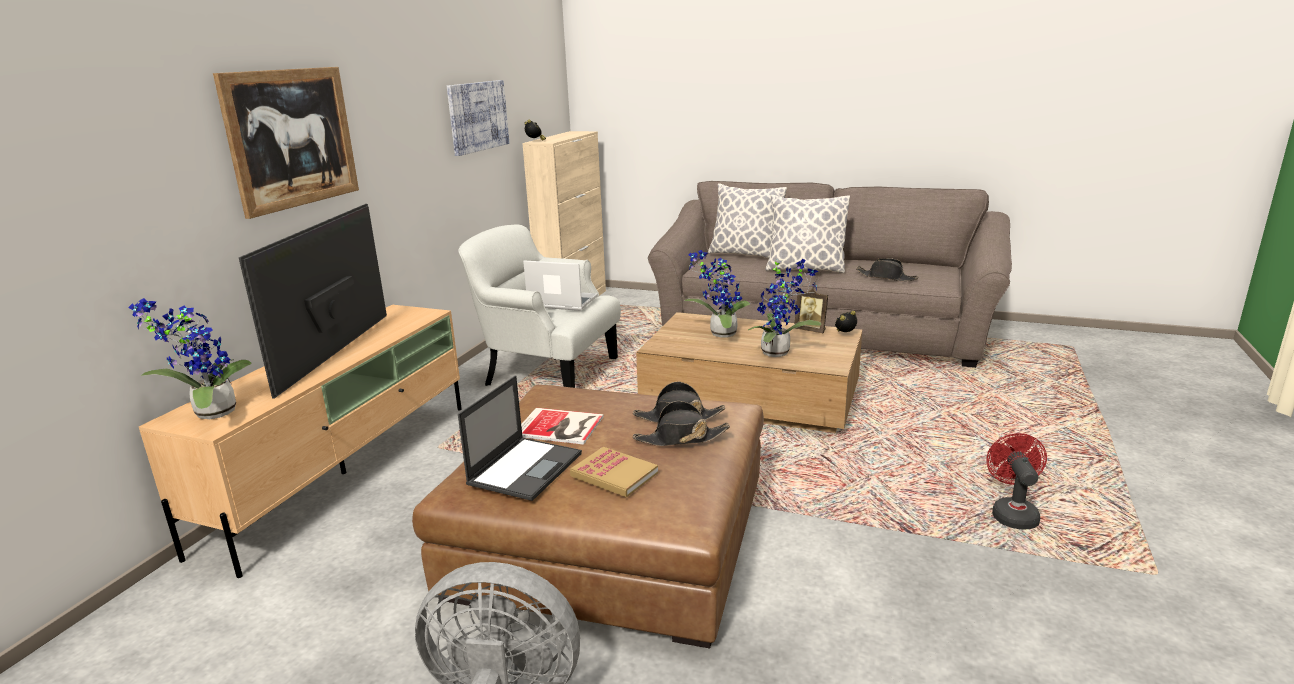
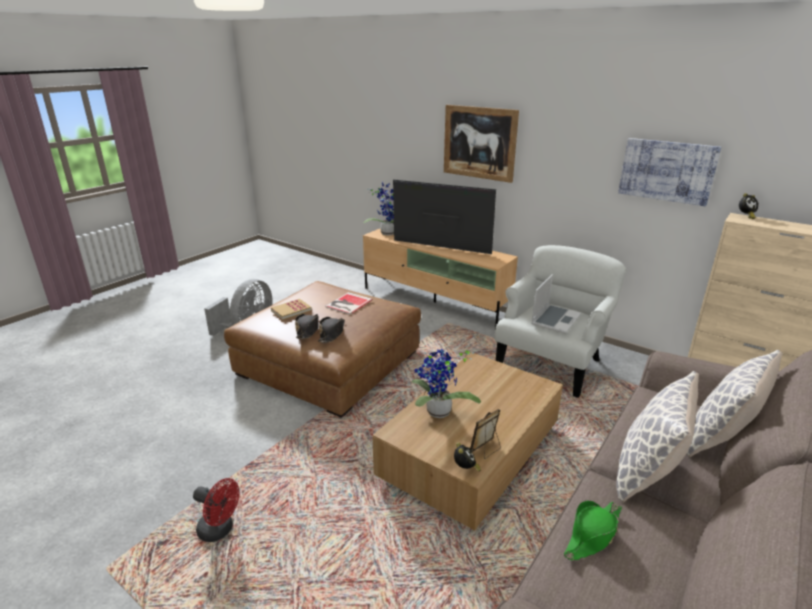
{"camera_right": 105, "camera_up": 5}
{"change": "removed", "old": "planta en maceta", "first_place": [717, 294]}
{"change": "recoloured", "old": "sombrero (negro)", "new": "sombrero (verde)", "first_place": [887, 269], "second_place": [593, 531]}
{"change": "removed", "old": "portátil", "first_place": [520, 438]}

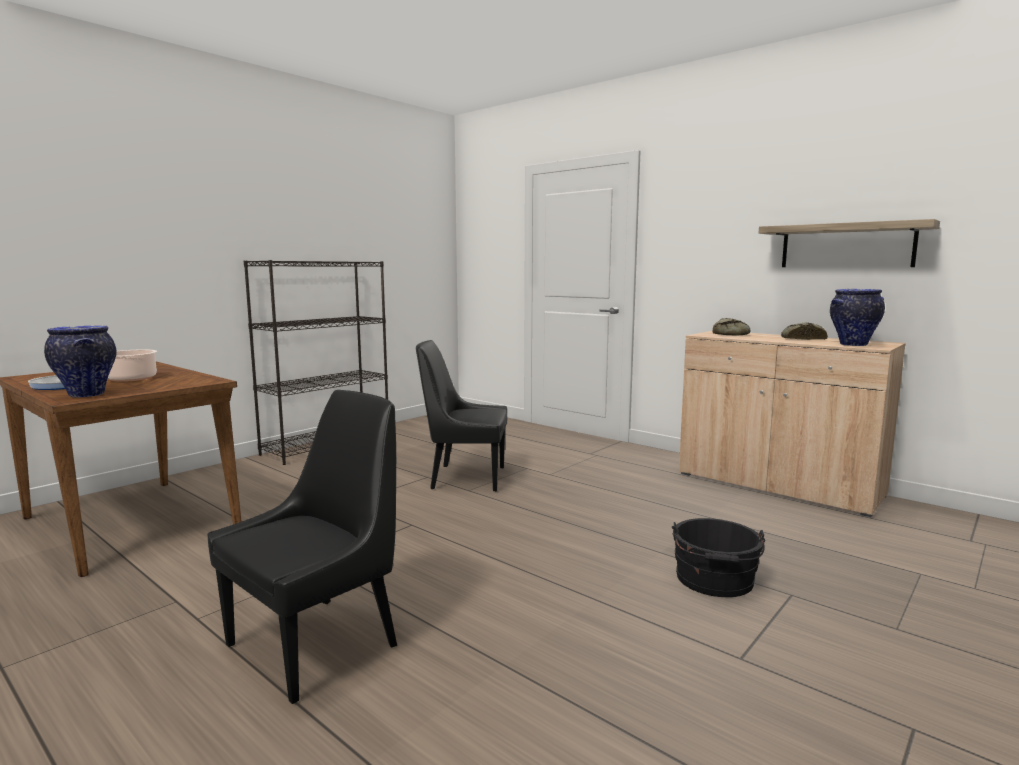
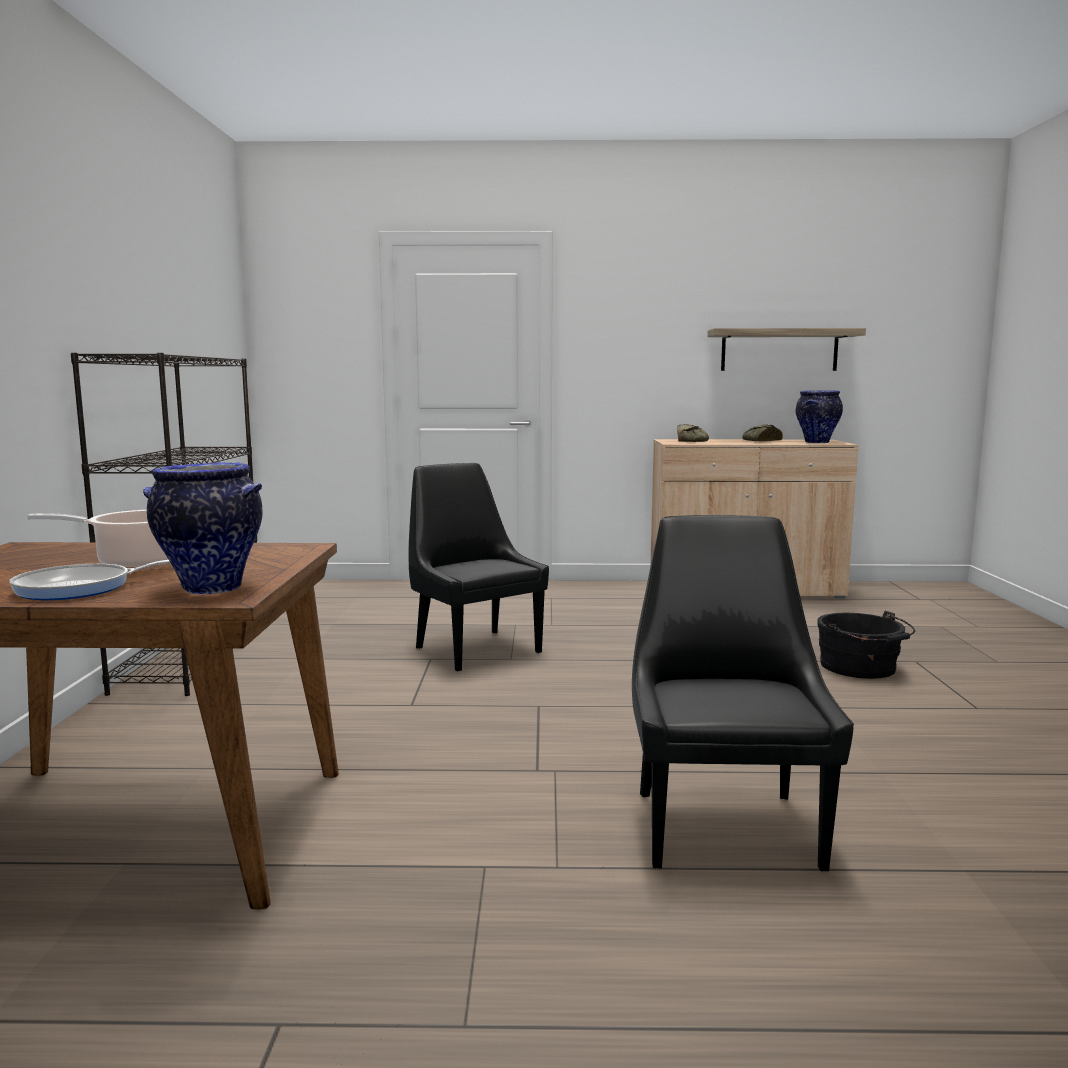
{"camera_right": -40, "camera_up": 0}
{"change": "turned", "old": "silla (negro)", "first_place": [461, 416], "second_place": [479, 567], "degrees": 90}

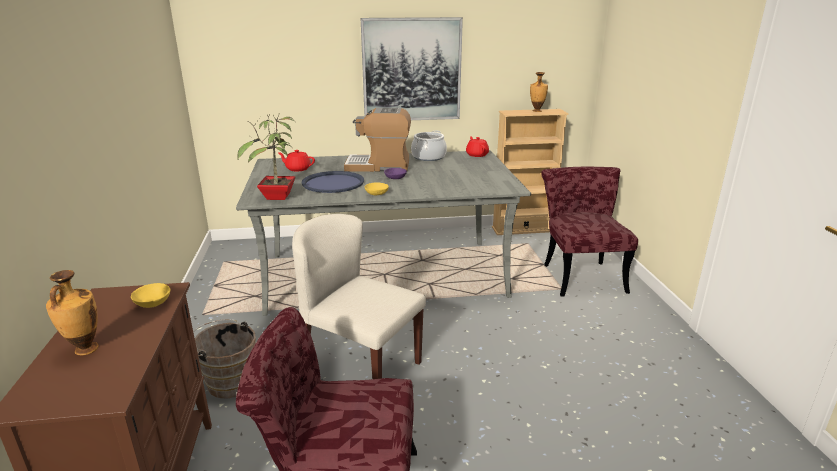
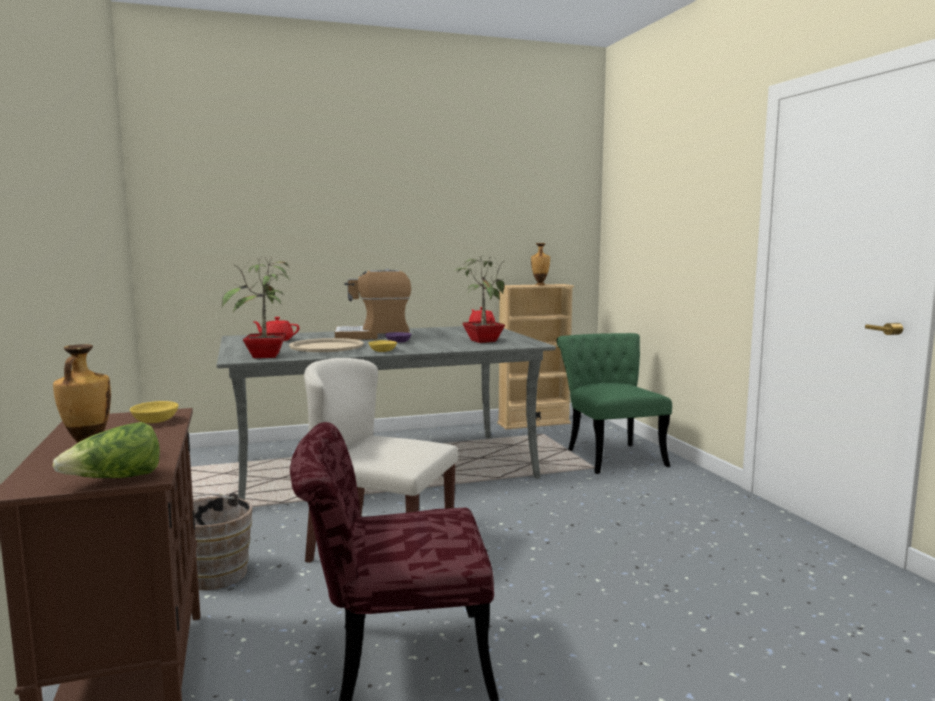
{"camera_right": -10, "camera_up": -15}
{"change": "removed", "old": "cuadro", "first_place": [412, 68]}
{"change": "removed", "old": "olla", "first_place": [429, 145]}
{"change": "recoloured", "old": "silla (rojo)", "new": "silla (verde)", "first_place": [589, 232], "second_place": [614, 403]}
{"change": "recoloured", "old": "bandeja (azul)", "new": "bandeja (beis)", "first_place": [333, 182], "second_place": [326, 345]}
{"change": "added", "new": "planta en maceta", "second_place": [480, 298]}
{"change": "added", "new": "lechuga", "second_place": [106, 450]}

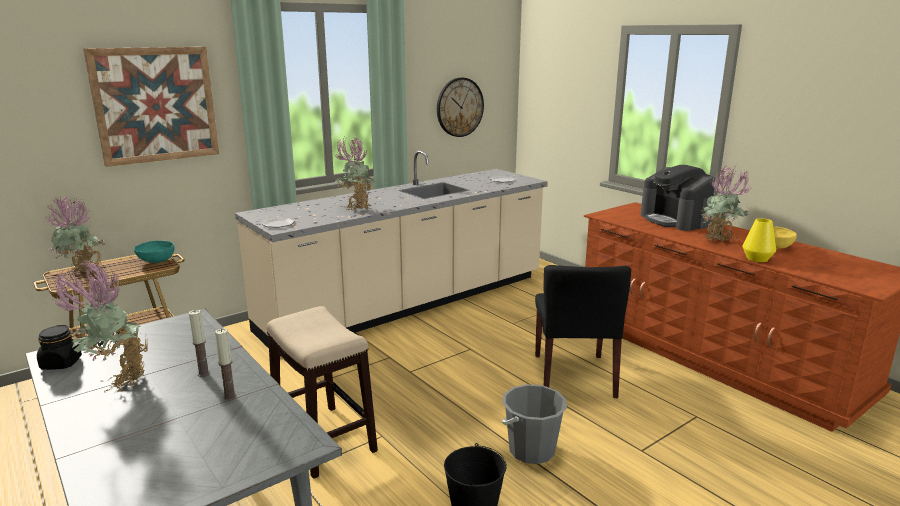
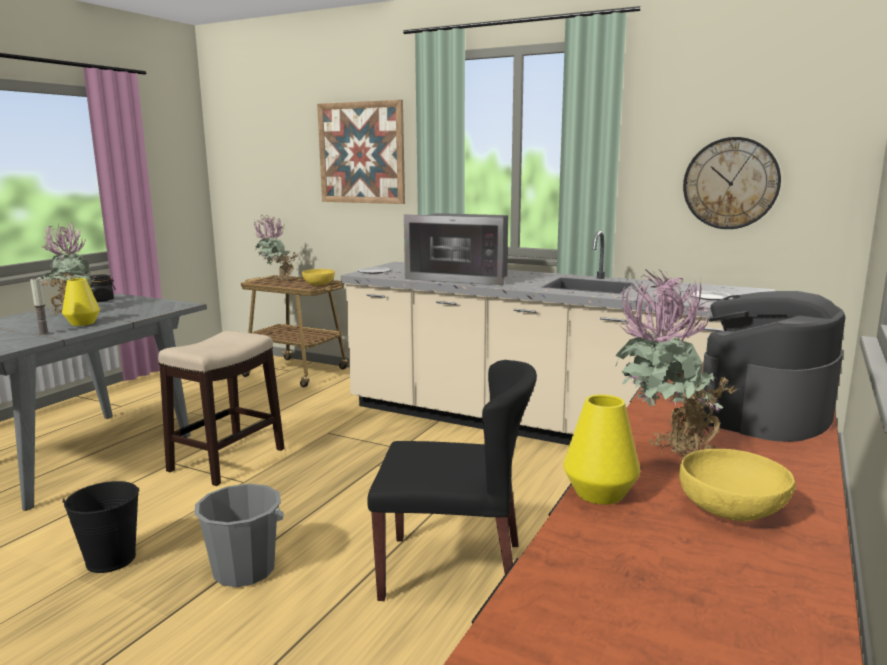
{"camera_right": 65, "camera_up": -5}
{"change": "replaced", "old": "planta en maceta", "new": "microondas", "first_place": [355, 173], "second_place": [456, 249]}
{"change": "recoloured", "old": "cuenco (turquesa)", "new": "cuenco (amarillo)", "first_place": [154, 252], "second_place": [318, 277]}
{"change": "turned", "old": "silla (negro)", "first_place": [583, 331], "second_place": [452, 480], "degrees": -150}
{"change": "replaced", "old": "vela", "new": "florero (amarillo)", "first_place": [199, 343], "second_place": [81, 302]}

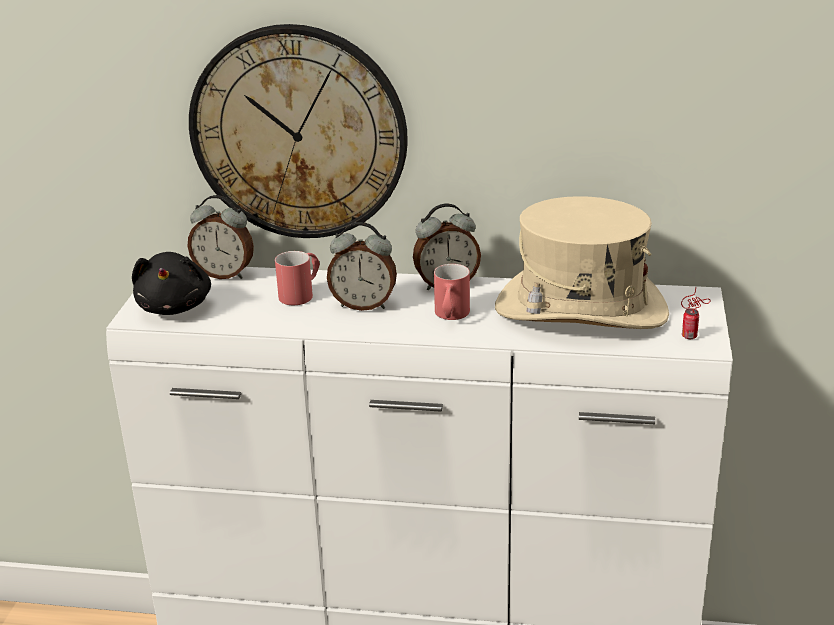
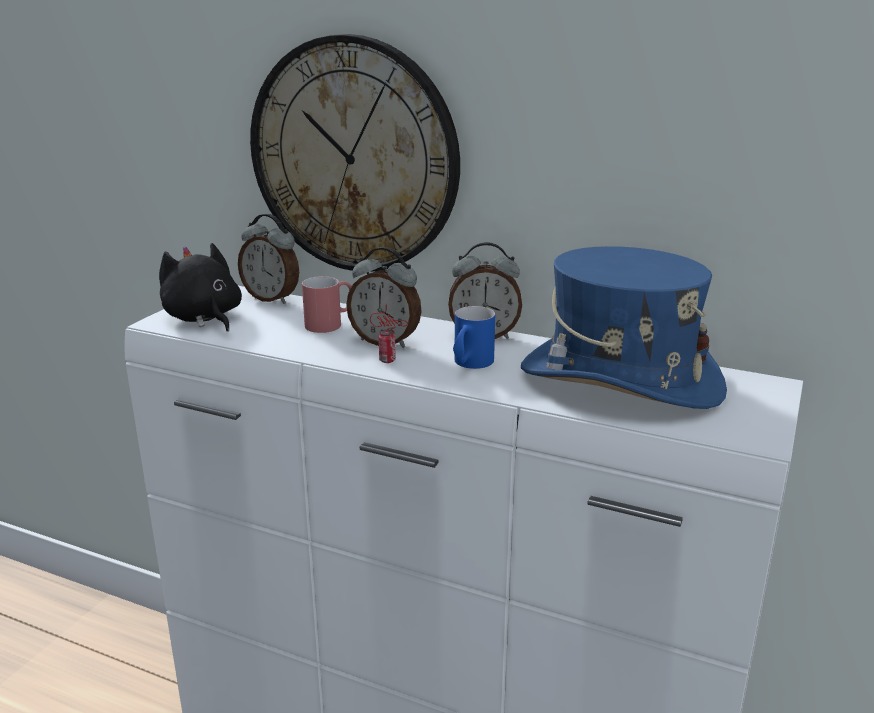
{"camera_right": 15, "camera_up": -5}
{"change": "recoloured", "old": "sombrero (beis)", "new": "sombrero (azul)", "first_place": [582, 262], "second_place": [624, 327]}
{"change": "turned", "old": "peluche (negro)", "first_place": [171, 283], "second_place": [200, 287], "degrees": 135}
{"change": "recoloured", "old": "taza grande (rojo)", "new": "taza grande (azul)", "first_place": [452, 292], "second_place": [474, 337]}
{"change": "moved", "old": "lata", "first_place": [695, 313], "second_place": [389, 333]}

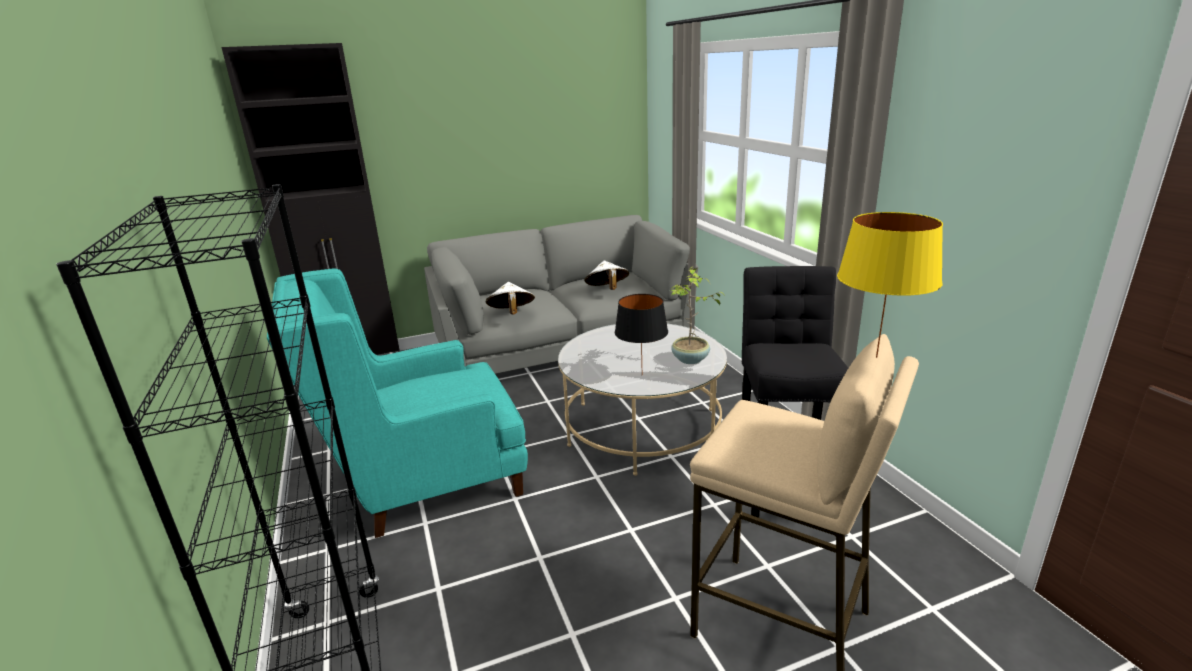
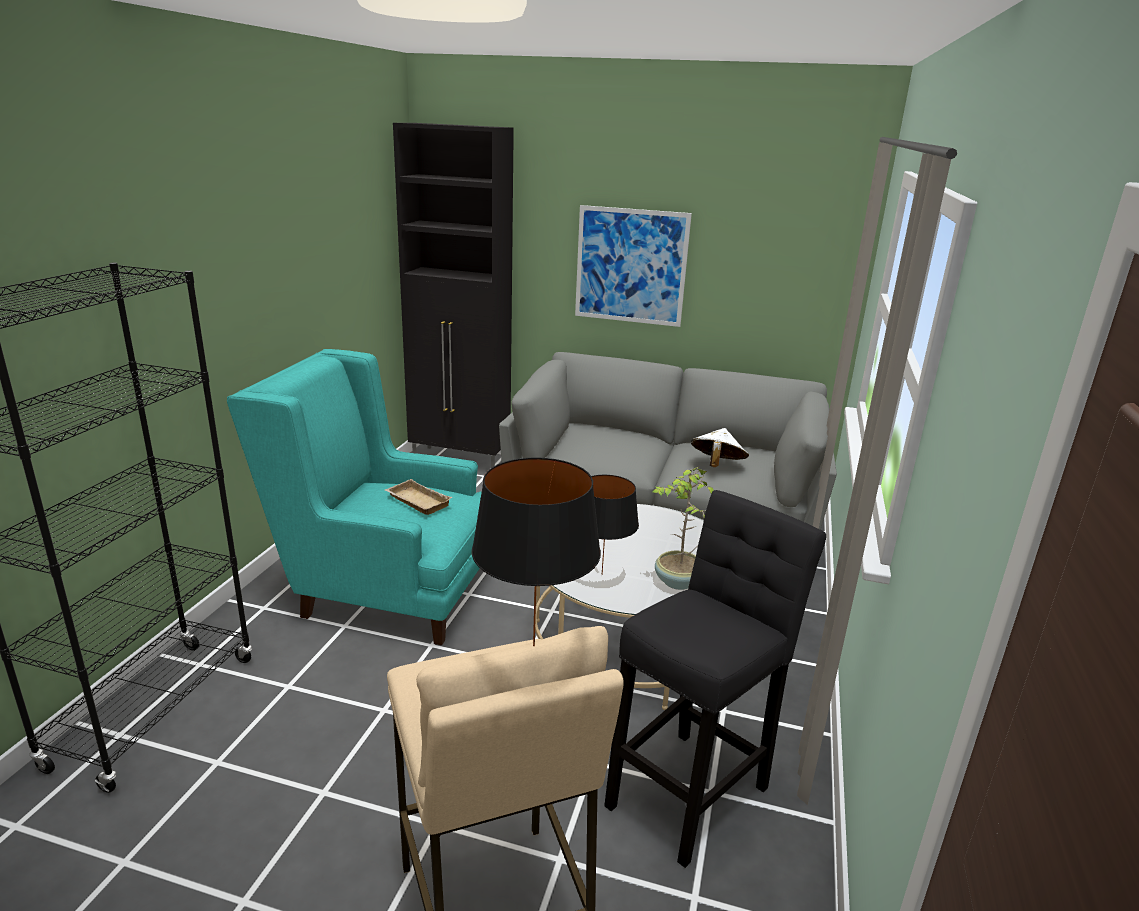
{"camera_right": 35, "camera_up": 0}
{"change": "recoloured", "old": "lámpara de mesa (amarillo)", "new": "lámpara de mesa (negro)", "first_place": [890, 285], "second_place": [536, 551]}
{"change": "removed", "old": "sombrero (blanco)", "first_place": [510, 298]}
{"change": "added", "new": "cuadro", "second_place": [633, 266]}
{"change": "added", "new": "bandeja (beis)", "second_place": [419, 497]}

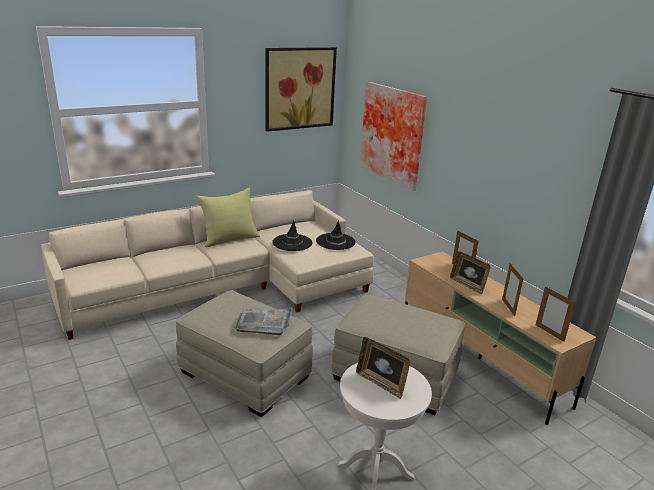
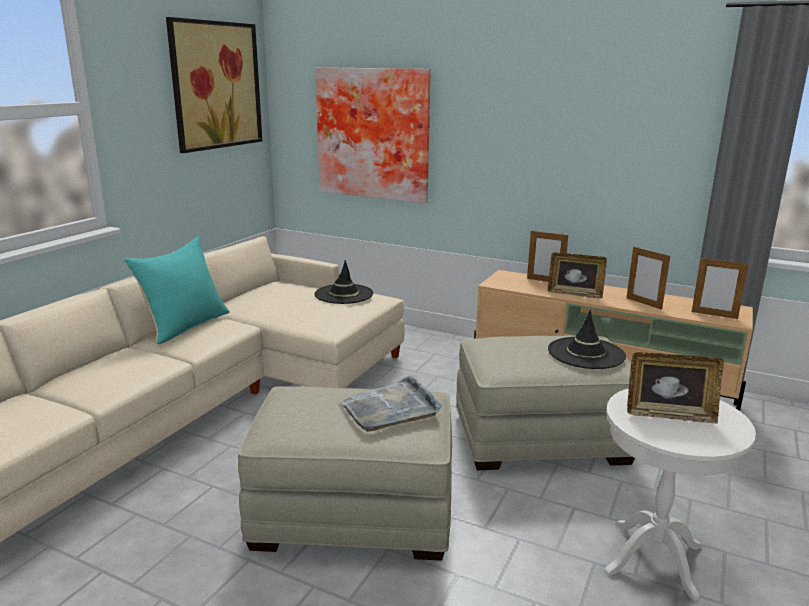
{"camera_right": -30, "camera_up": -5}
{"change": "recoloured", "old": "cojín (amarillo)", "new": "cojín (turquesa)", "first_place": [228, 217], "second_place": [177, 290]}
{"change": "moved", "old": "sombrero (negro)", "first_place": [292, 235], "second_place": [587, 339]}

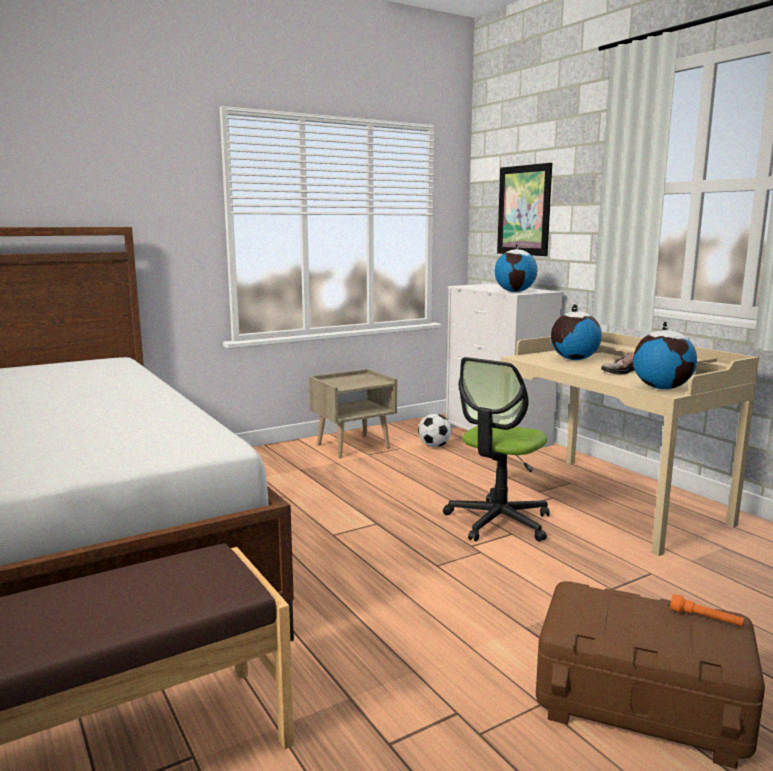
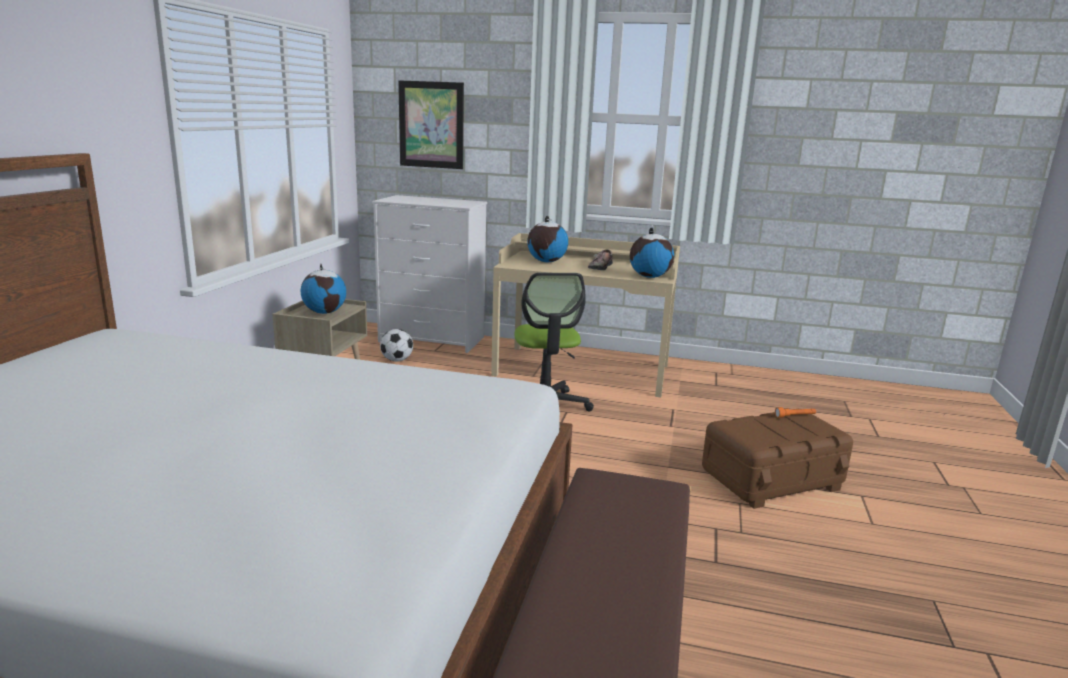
{"camera_right": -45, "camera_up": 5}
{"change": "moved", "old": "globo terráqueo", "first_place": [516, 267], "second_place": [323, 289]}

